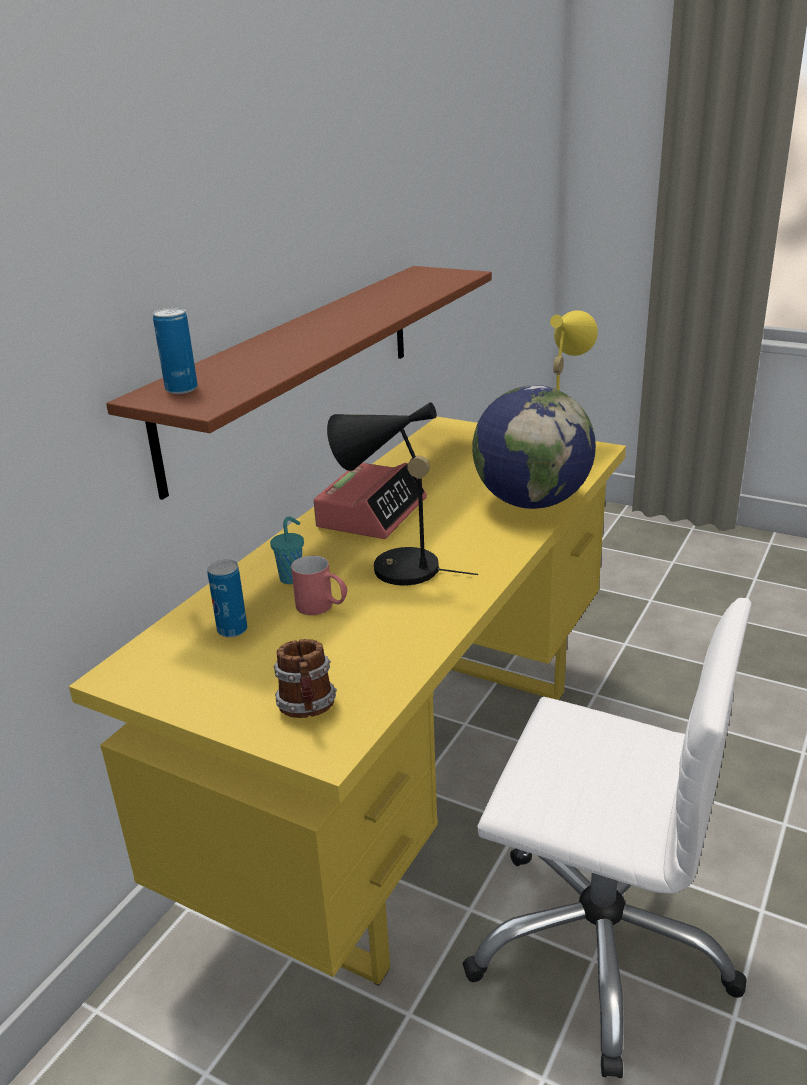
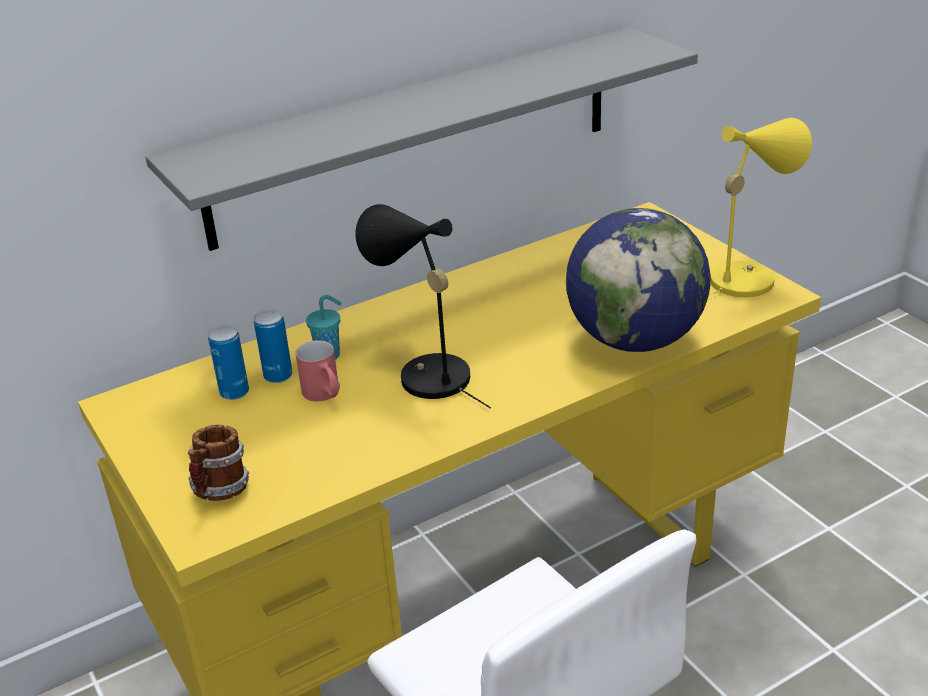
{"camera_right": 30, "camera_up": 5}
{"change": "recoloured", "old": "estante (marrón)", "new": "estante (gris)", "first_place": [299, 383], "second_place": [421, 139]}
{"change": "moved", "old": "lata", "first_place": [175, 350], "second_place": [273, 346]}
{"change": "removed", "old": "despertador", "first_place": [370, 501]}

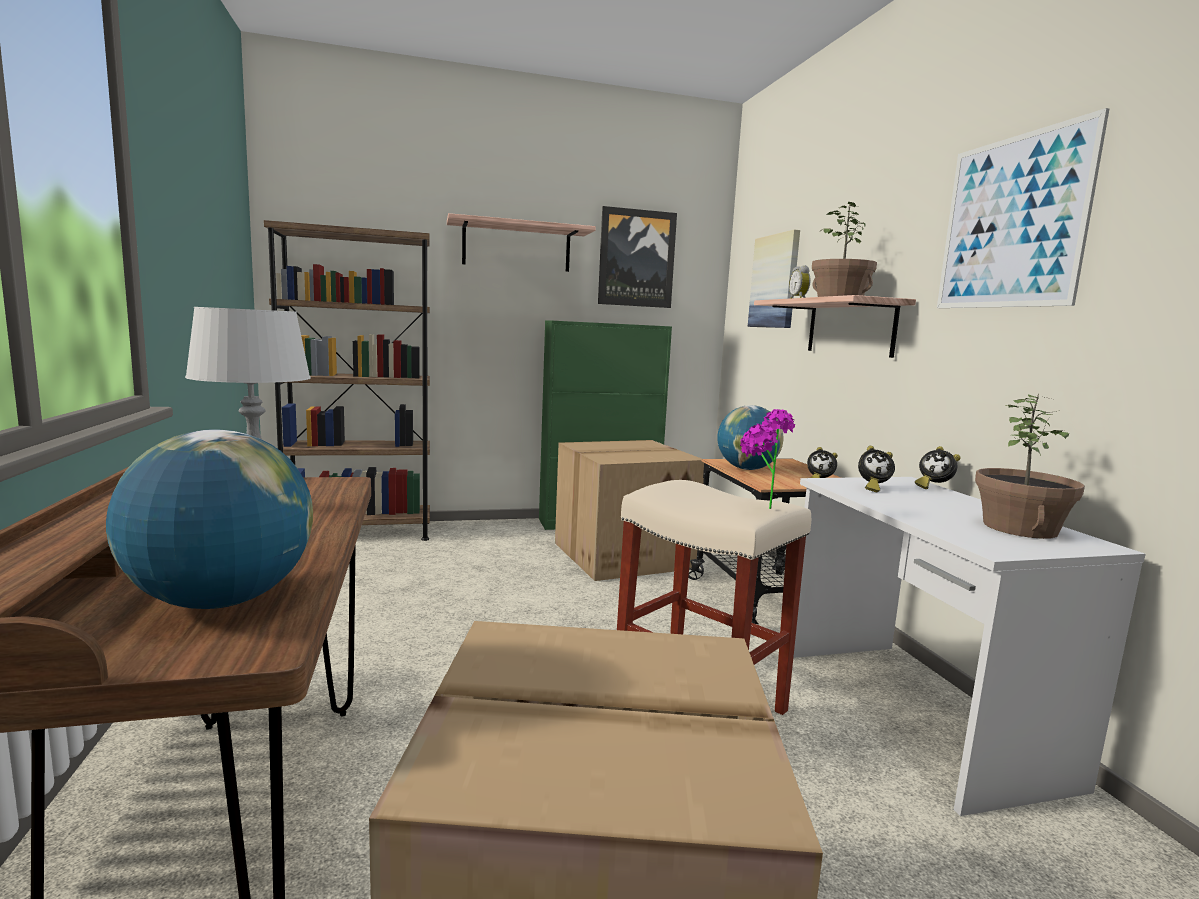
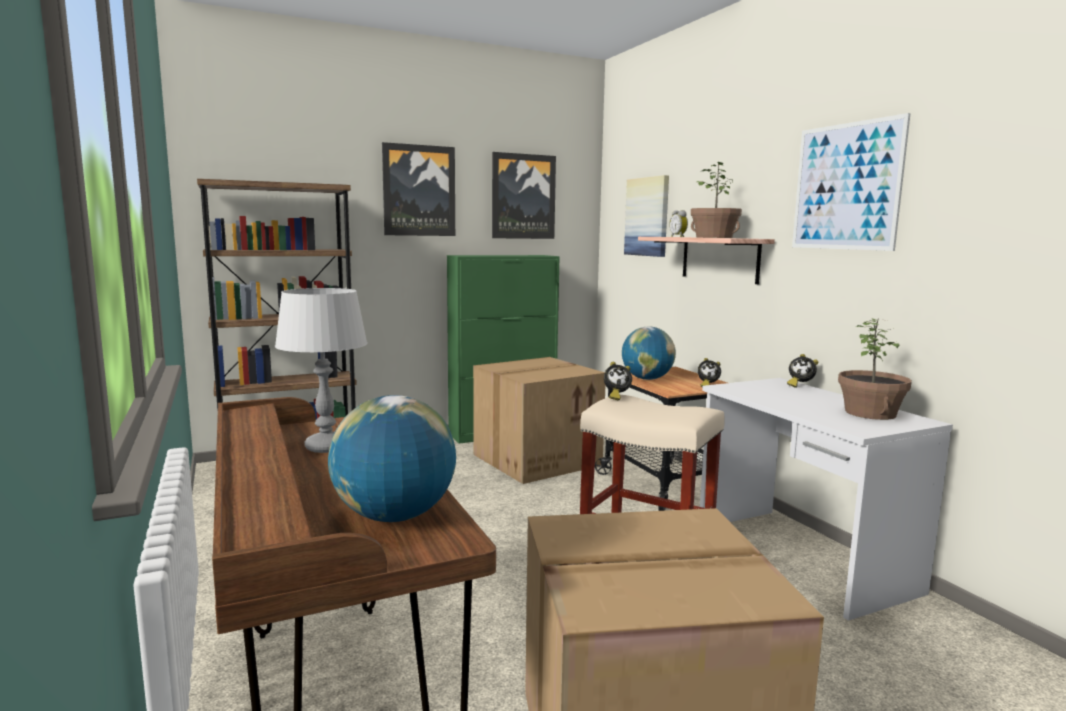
{"camera_right": -10, "camera_up": 0}
{"change": "replaced", "old": "estante", "new": "cuadro", "first_place": [521, 242], "second_place": [418, 189]}
{"change": "removed", "old": "planta en maceta", "first_place": [767, 459]}
{"change": "moved", "old": "despertador", "first_place": [876, 469], "second_place": [618, 381]}

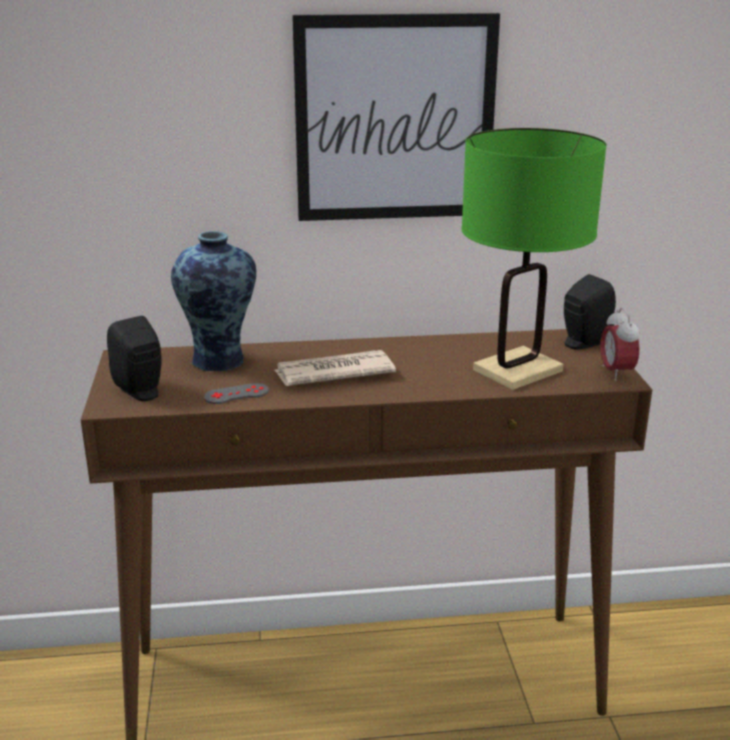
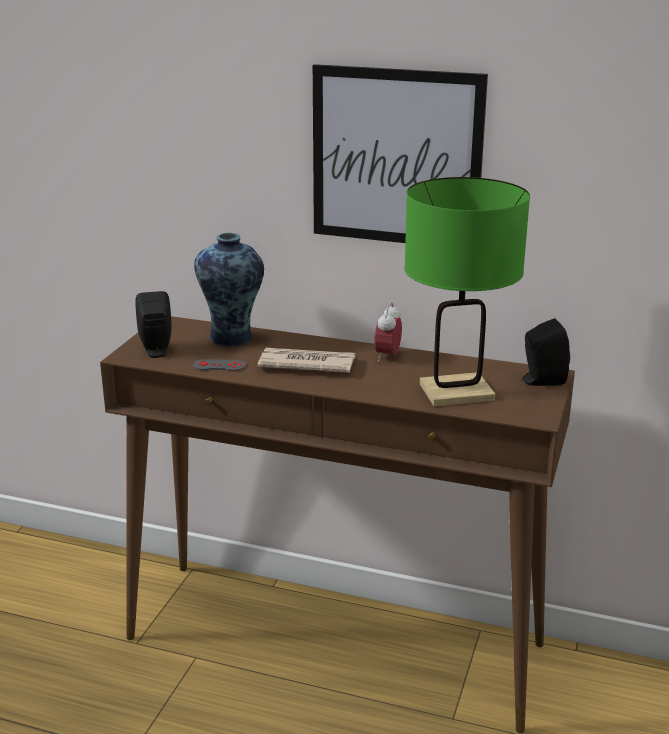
{"camera_right": 25, "camera_up": 0}
{"change": "moved", "old": "despertador", "first_place": [619, 344], "second_place": [388, 332]}

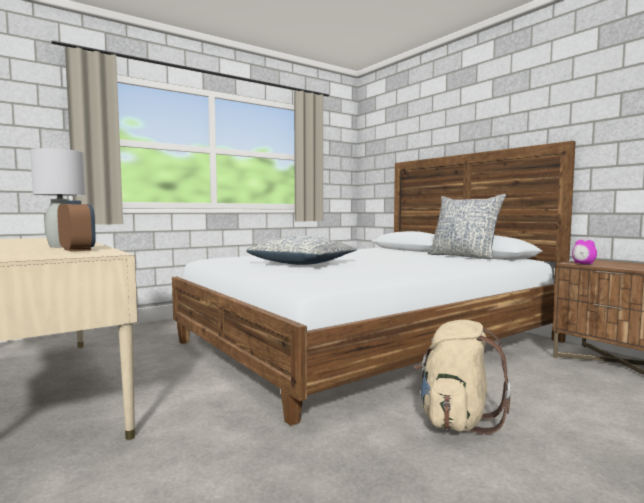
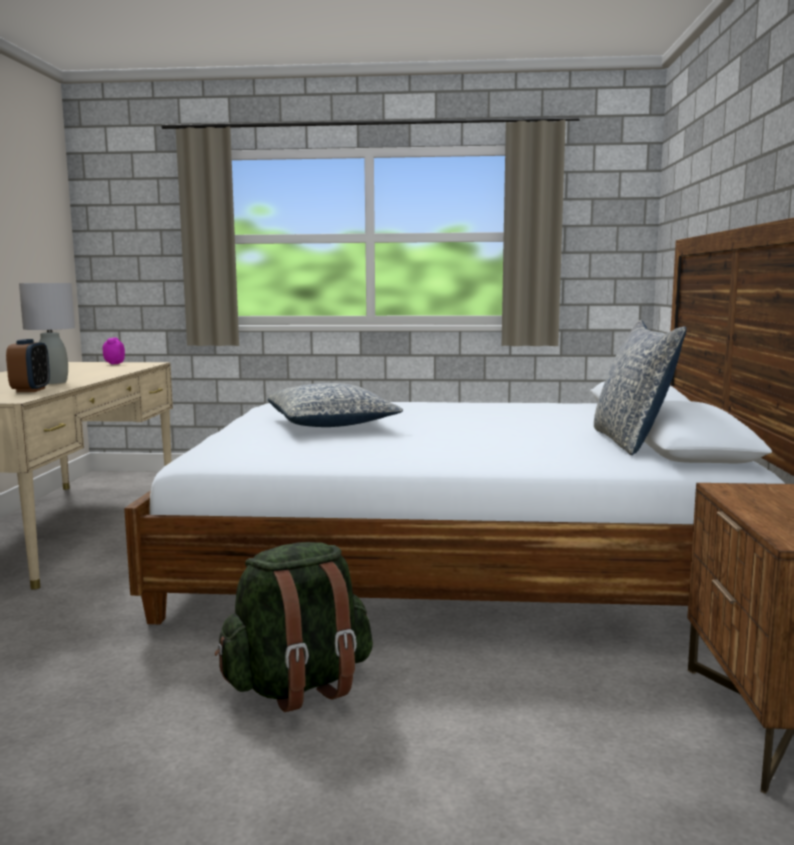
{"camera_right": 40, "camera_up": 5}
{"change": "moved", "old": "despertador", "first_place": [584, 252], "second_place": [113, 351]}
{"change": "recoloured", "old": "mochila (beis)", "new": "mochila (verde)", "first_place": [462, 377], "second_place": [294, 627]}

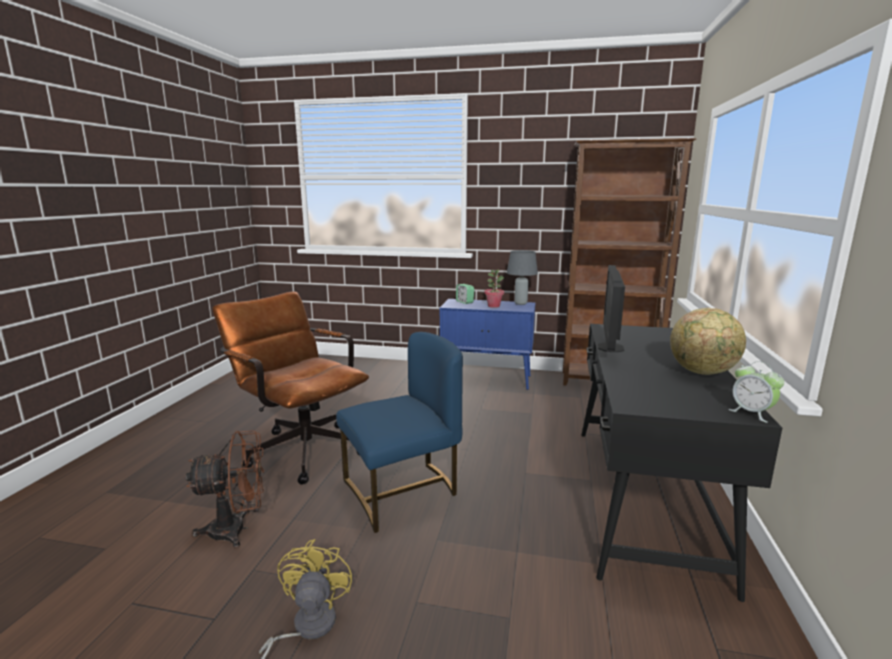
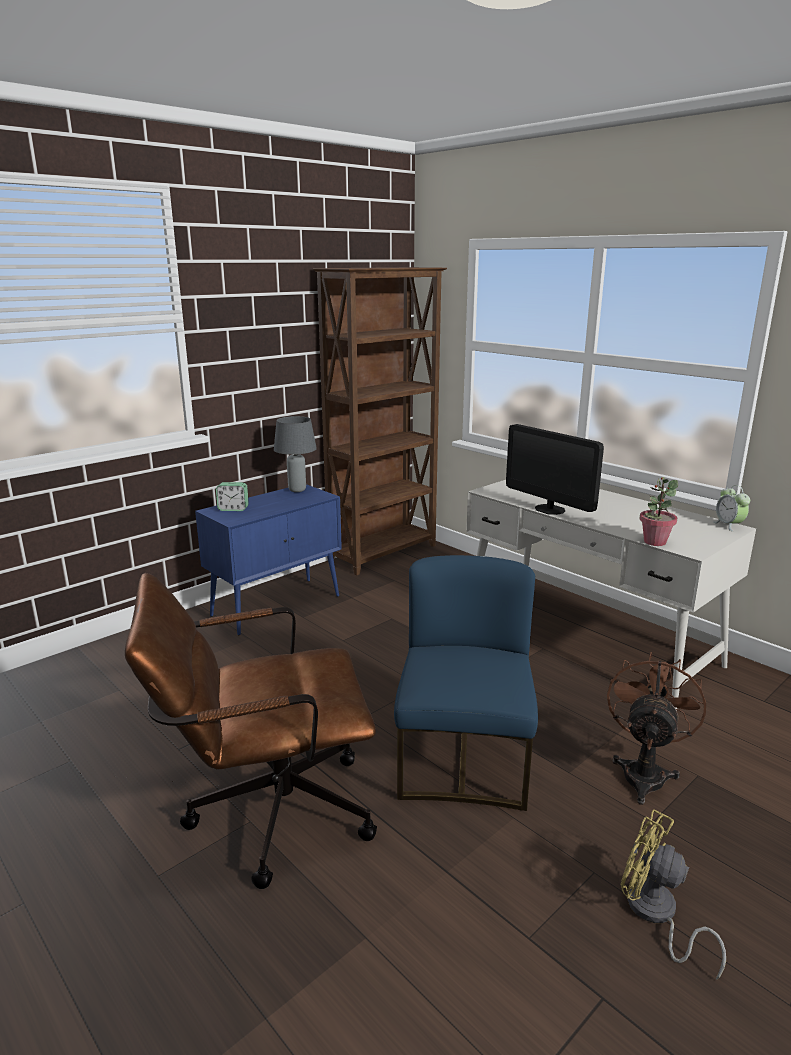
{"camera_right": -55, "camera_up": 5}
{"change": "moved", "old": "planta en maceta", "first_place": [494, 289], "second_place": [659, 511]}
{"change": "removed", "old": "globo terráqueo", "first_place": [708, 341]}
{"change": "recoloured", "old": "escritorio (negro)", "new": "escritorio (blanco)", "first_place": [681, 463], "second_place": [611, 595]}
{"change": "turned", "old": "despertador", "first_place": [756, 392], "second_place": [731, 508], "degrees": 75}
{"change": "moved", "old": "ventilador (marrón)", "first_place": [225, 489], "second_place": [656, 728]}

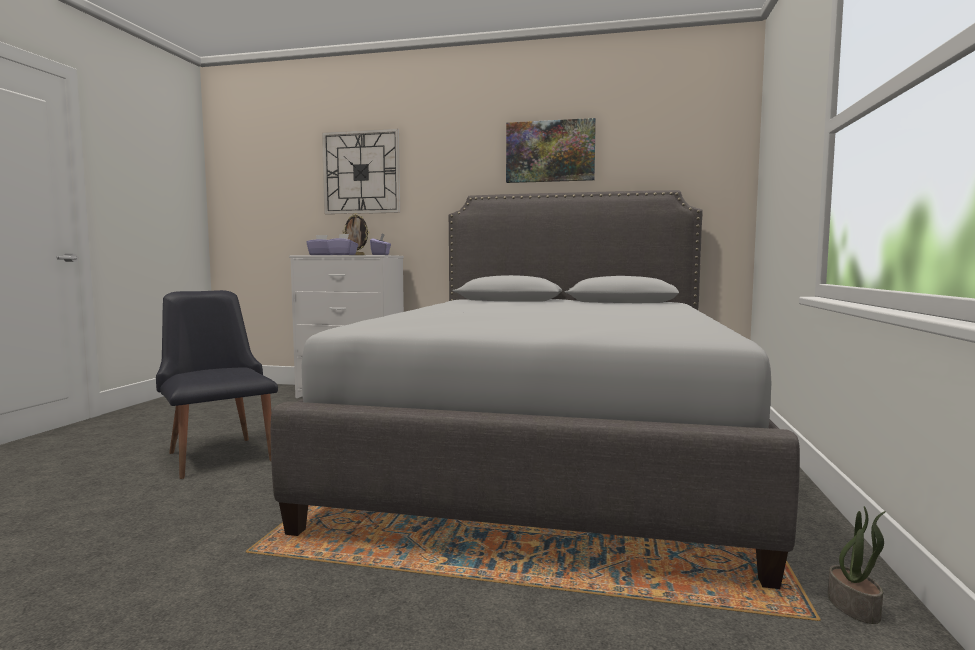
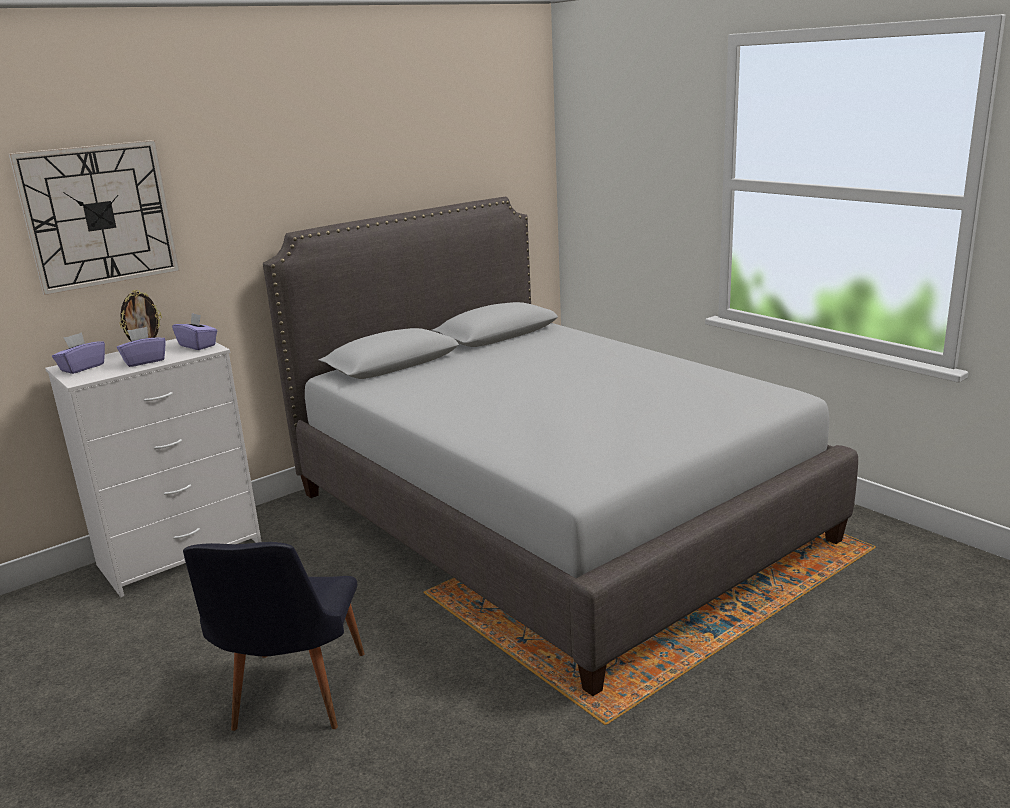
{"camera_right": -50, "camera_up": 15}
{"change": "removed", "old": "cuadro", "first_place": [551, 150]}
{"change": "turned", "old": "silla (negro)", "first_place": [217, 384], "second_place": [274, 636], "degrees": -90}
{"change": "removed", "old": "planta en maceta", "first_place": [857, 565]}

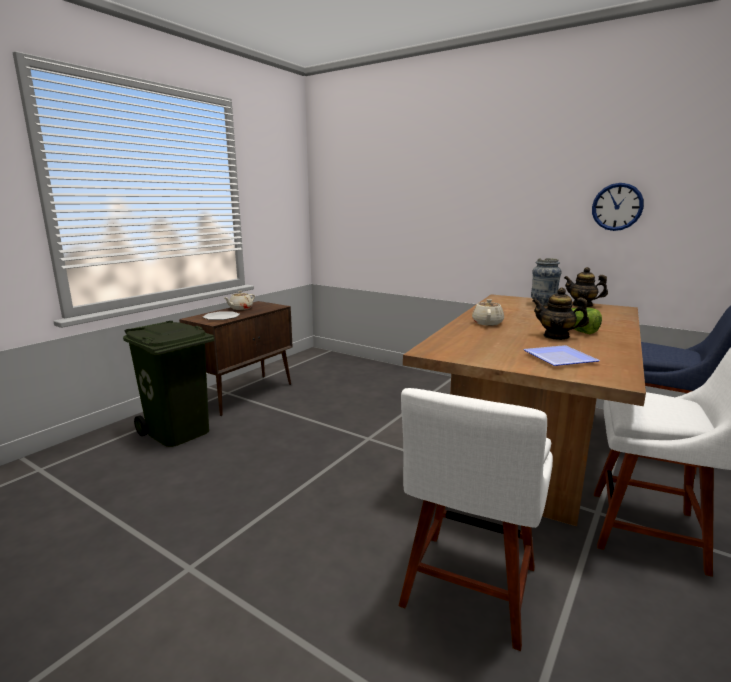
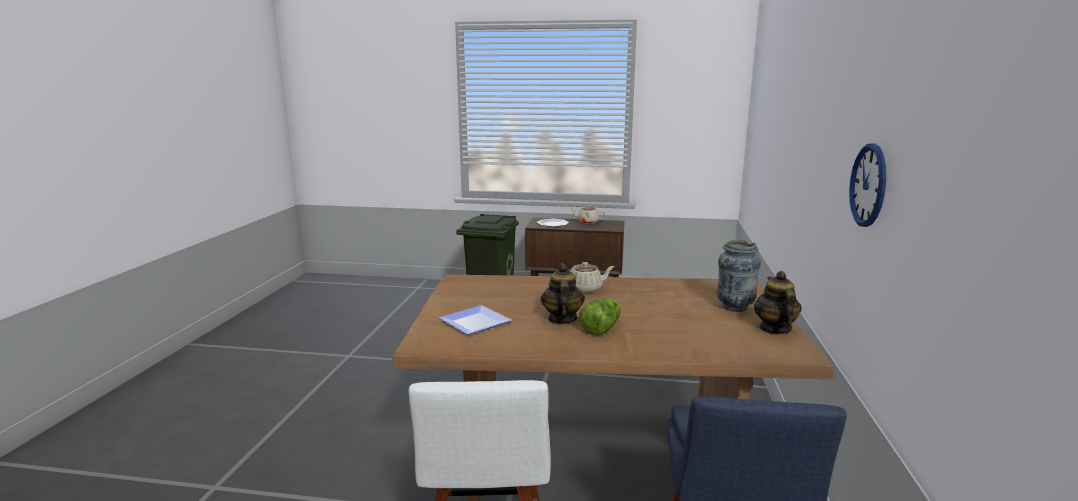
{"camera_right": 65, "camera_up": 0}
{"change": "removed", "old": "silla (blanco)", "first_place": [476, 519]}

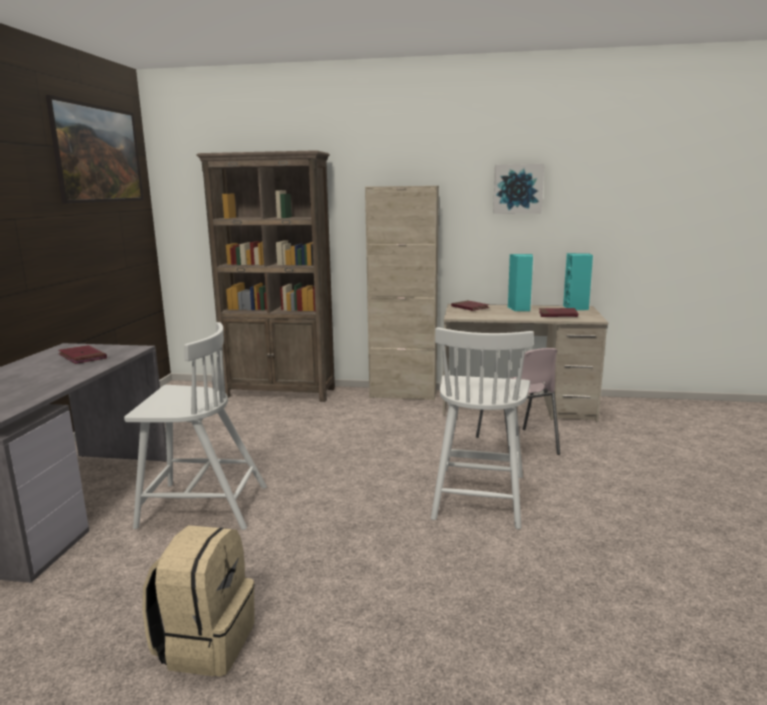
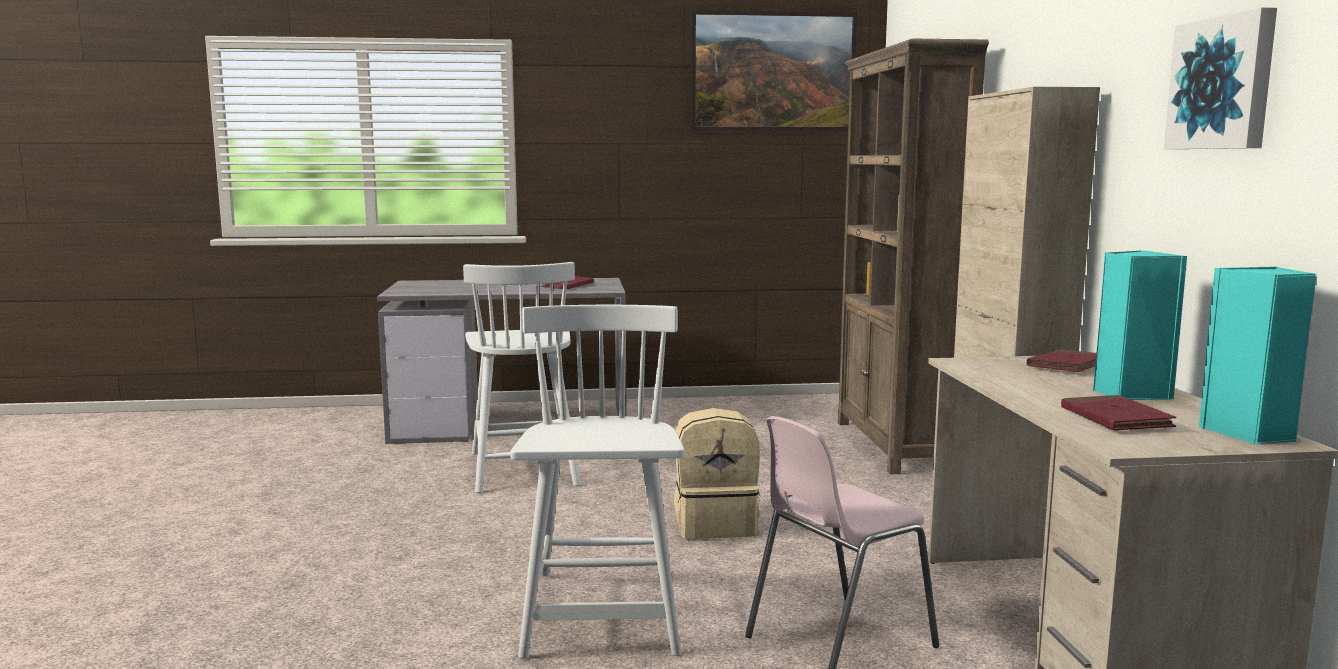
{"camera_right": 75, "camera_up": -5}
{"change": "turned", "old": "silla (blanco)", "first_place": [482, 428], "second_place": [597, 482], "degrees": 90}
{"change": "moved", "old": "mochila (beis)", "first_place": [198, 601], "second_place": [717, 473]}

